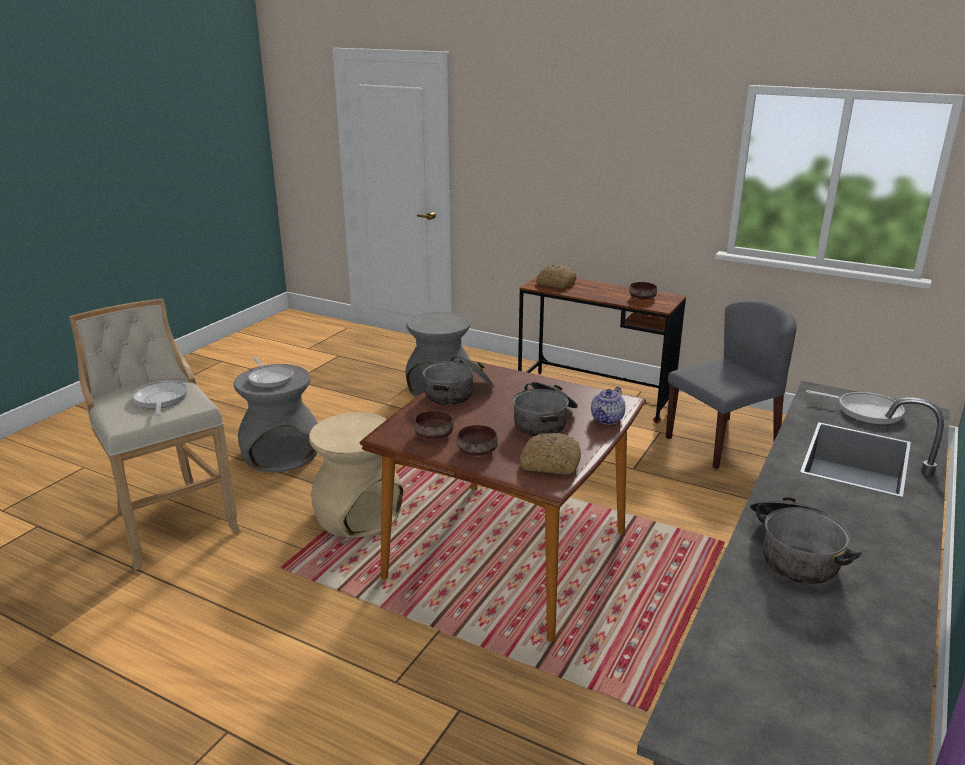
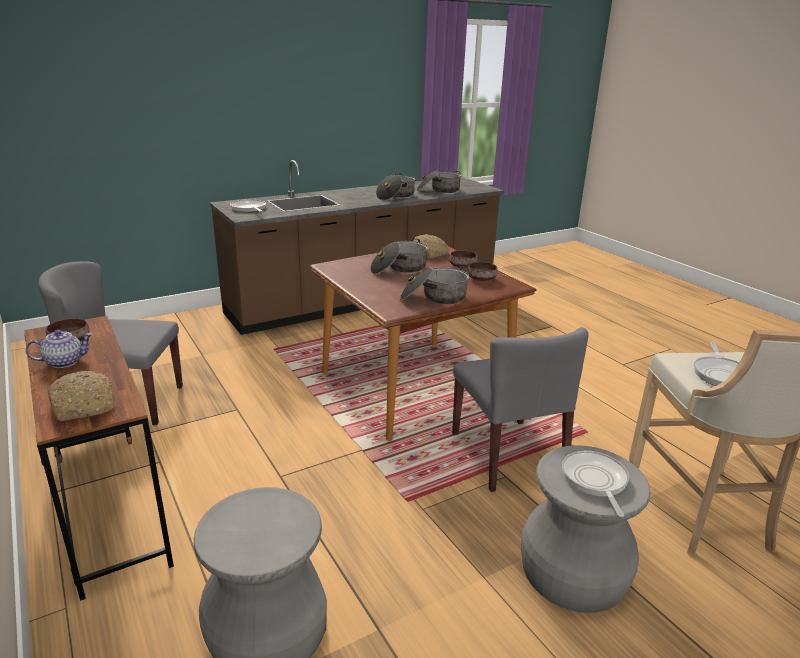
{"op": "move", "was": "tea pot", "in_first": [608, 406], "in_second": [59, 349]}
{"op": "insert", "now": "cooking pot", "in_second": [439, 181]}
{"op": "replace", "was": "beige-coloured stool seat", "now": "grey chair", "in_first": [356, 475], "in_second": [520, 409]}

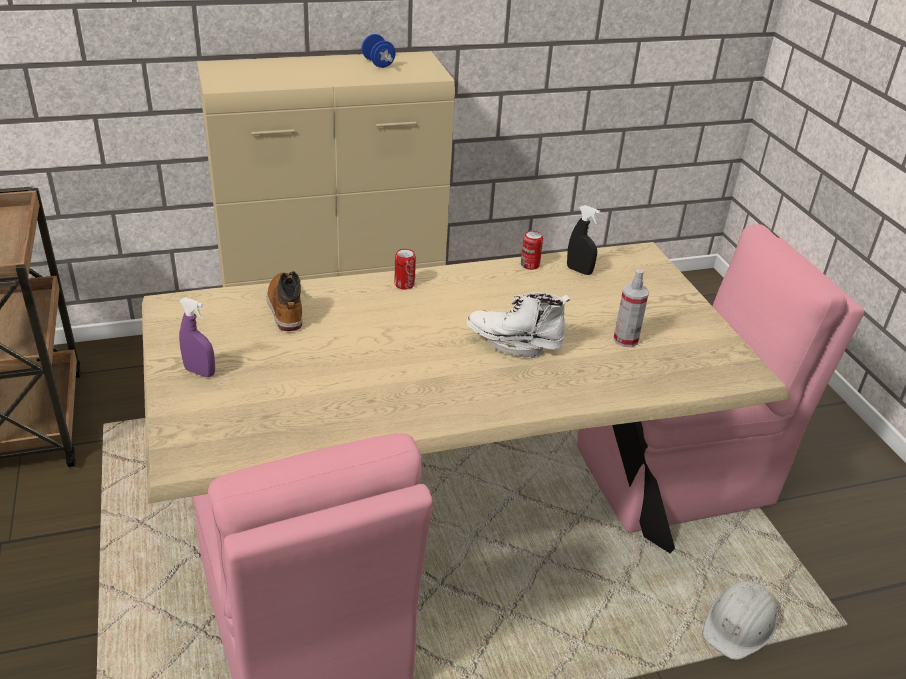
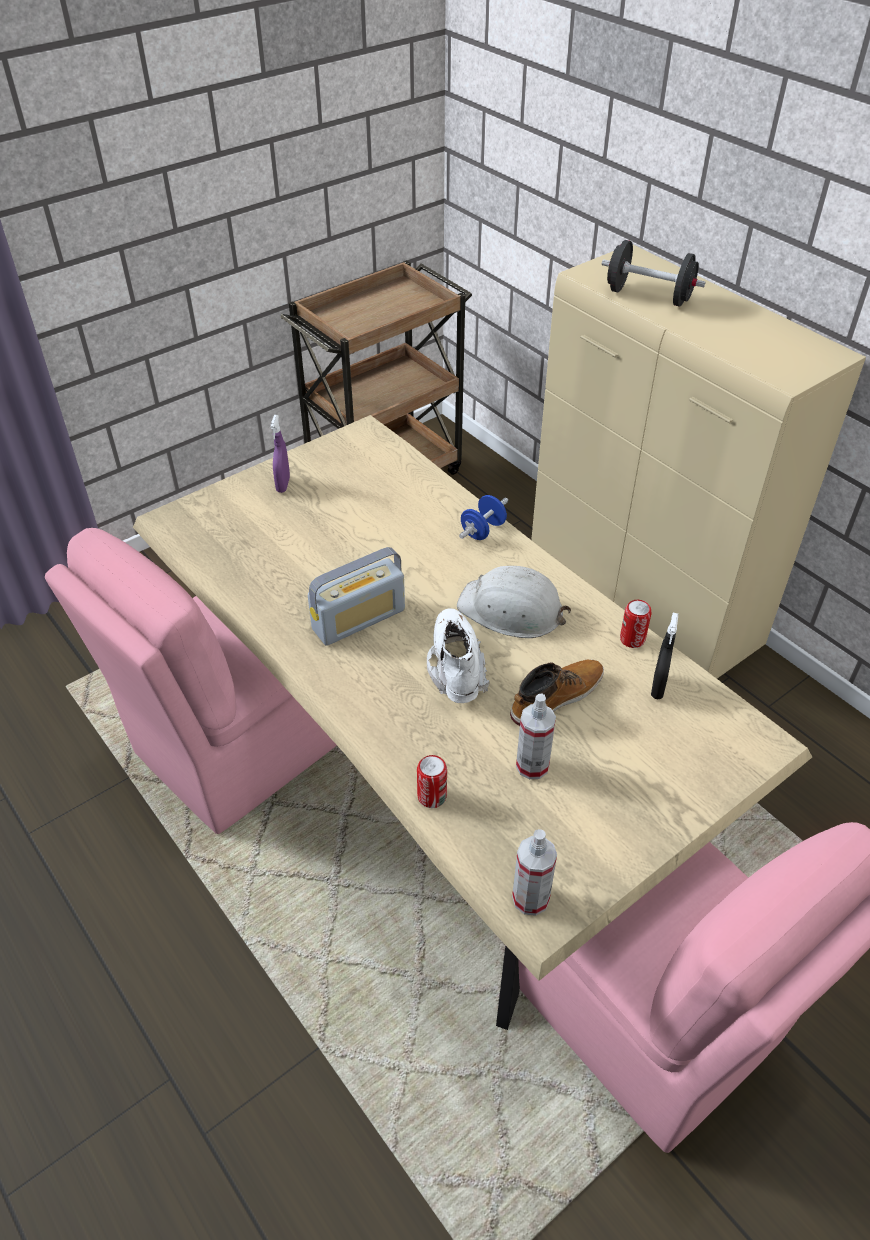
{"op": "insert", "now": "radio", "in_second": [356, 596]}
{"op": "move", "was": "metal can", "in_first": [405, 269], "in_second": [432, 781]}
{"op": "move", "was": "white work helmet", "in_first": [739, 620], "in_second": [514, 602]}
{"op": "move", "was": "bluish hand weight", "in_first": [379, 51], "in_second": [483, 517]}
{"op": "move", "was": "tall boot", "in_first": [284, 301], "in_second": [557, 692]}
{"op": "insert", "now": "spray bottle", "in_second": [534, 872]}
{"op": "insert", "now": "blackish hand weight", "in_second": [654, 273]}

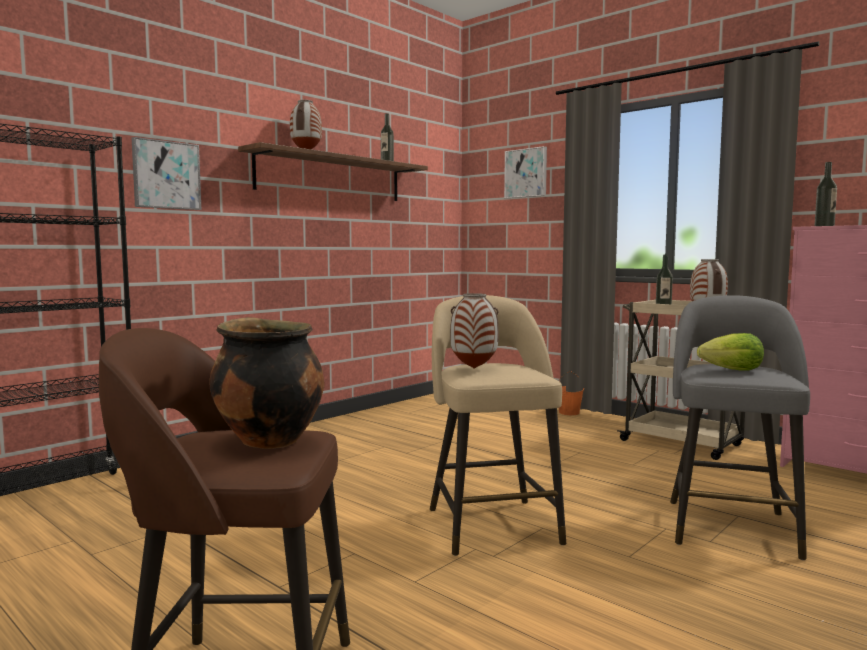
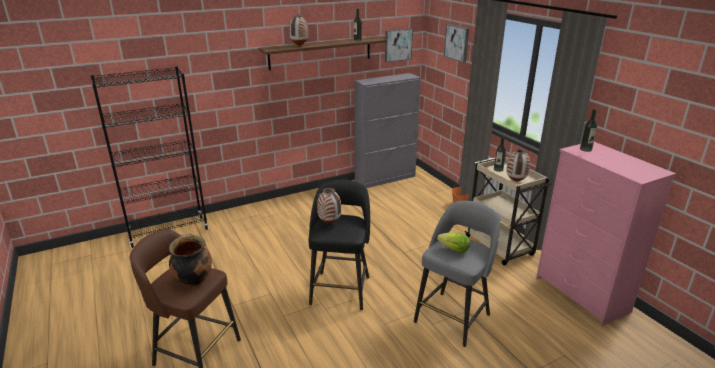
{"op": "recolor", "was": "beige-coloured stool seat", "now": "blackish stool seat", "in_first": [498, 425], "in_second": [339, 245]}
{"op": "insert", "now": "grey cupboard", "in_second": [387, 130]}
{"op": "move", "was": "picture", "in_first": [166, 173], "in_second": [399, 45]}

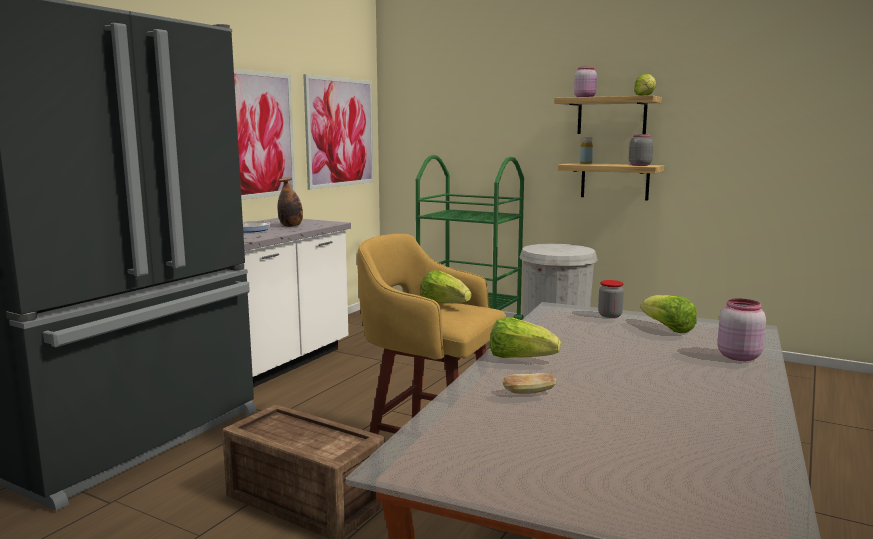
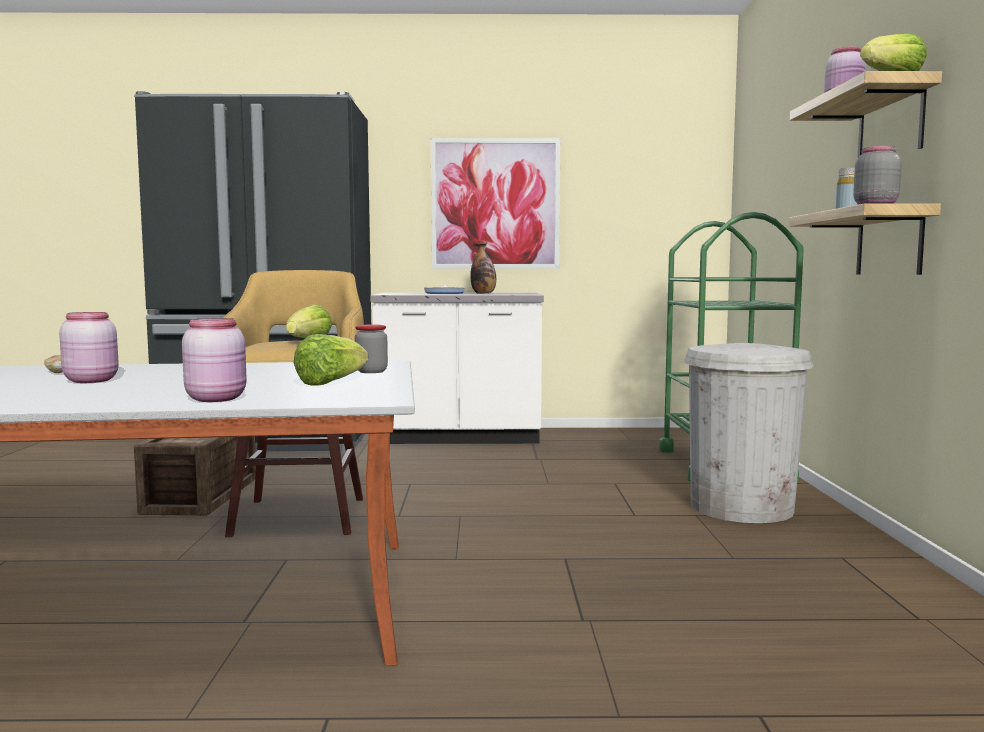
{"op": "insert", "now": "pink jar", "in_second": [89, 347]}
{"op": "delete", "was": "picture", "in_first": [338, 132]}
{"op": "delete", "was": "head of lettuce", "in_first": [525, 337]}

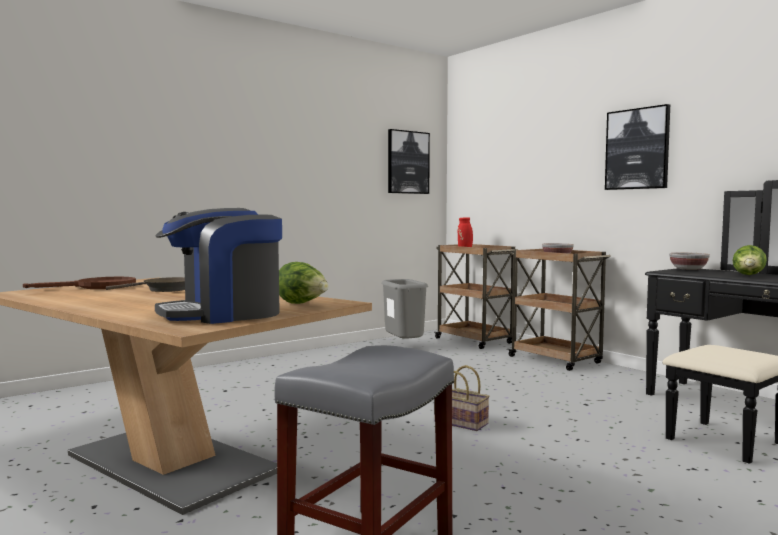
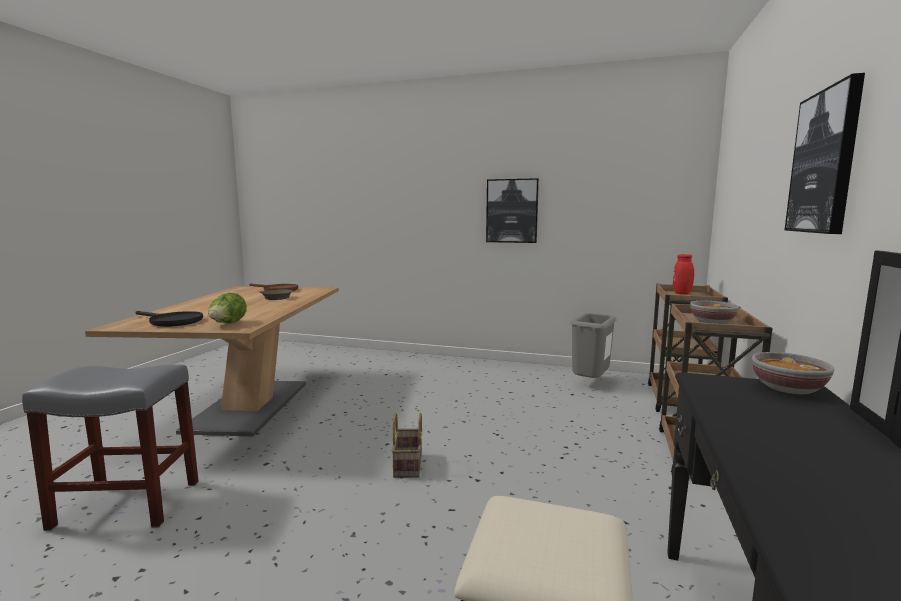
{"op": "replace", "was": "coffee maker", "now": "blackish frying pan", "in_first": [218, 266], "in_second": [169, 319]}
{"op": "move", "was": "picture", "in_first": [409, 161], "in_second": [512, 210]}
{"op": "delete", "was": "head of lettuce", "in_first": [749, 260]}

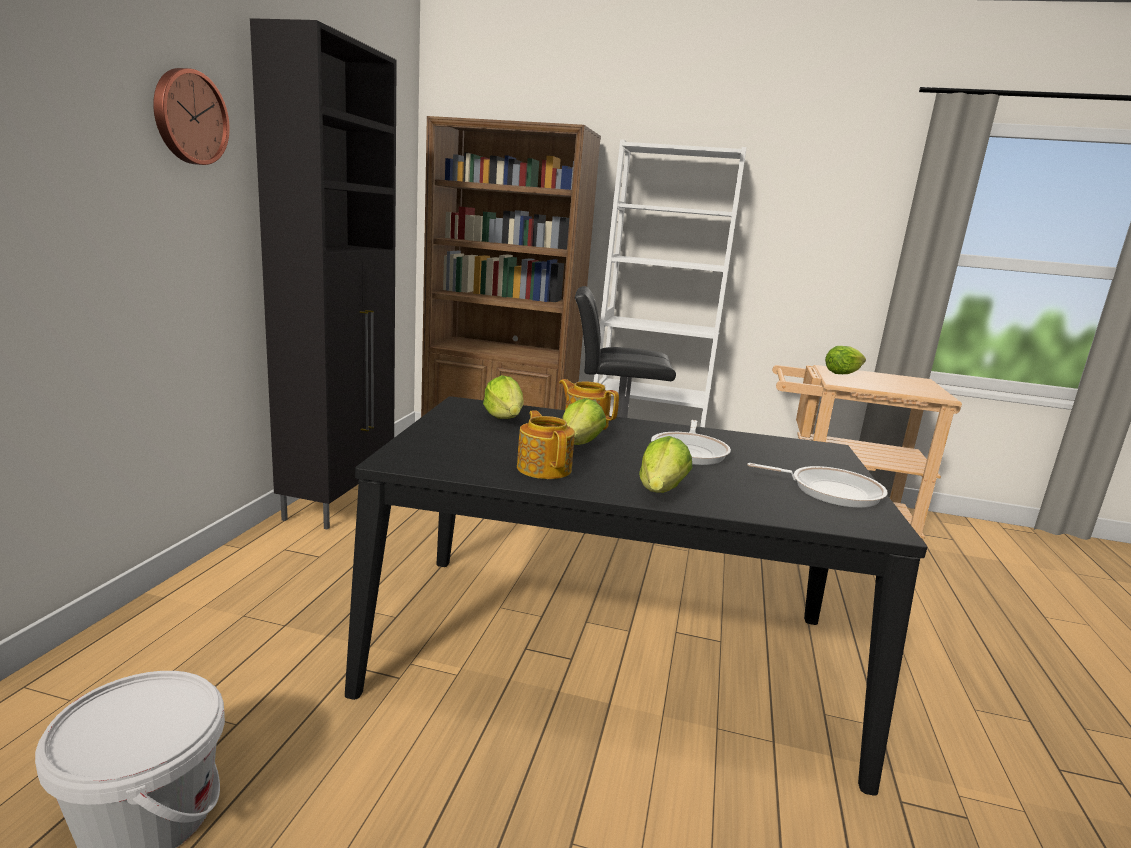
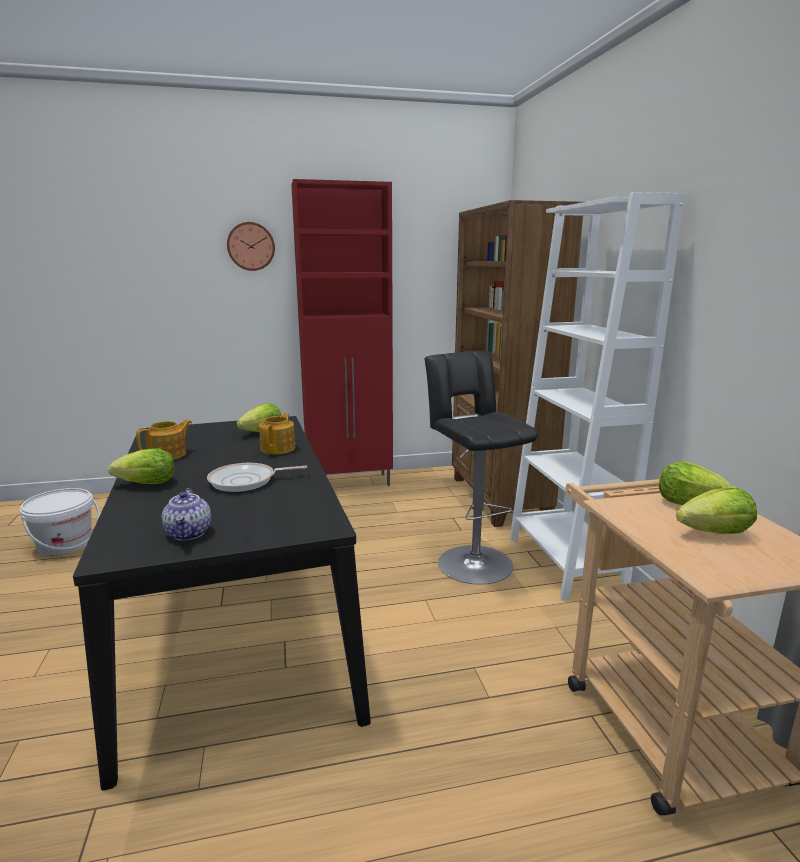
{"op": "replace", "was": "frying pan", "now": "tea pot", "in_first": [817, 485], "in_second": [186, 514]}
{"op": "recolor", "was": "blackish cupboard", "now": "reddish cupboard", "in_first": [323, 274], "in_second": [342, 332]}
{"op": "move", "was": "head of lettuce", "in_first": [584, 421], "in_second": [716, 511]}

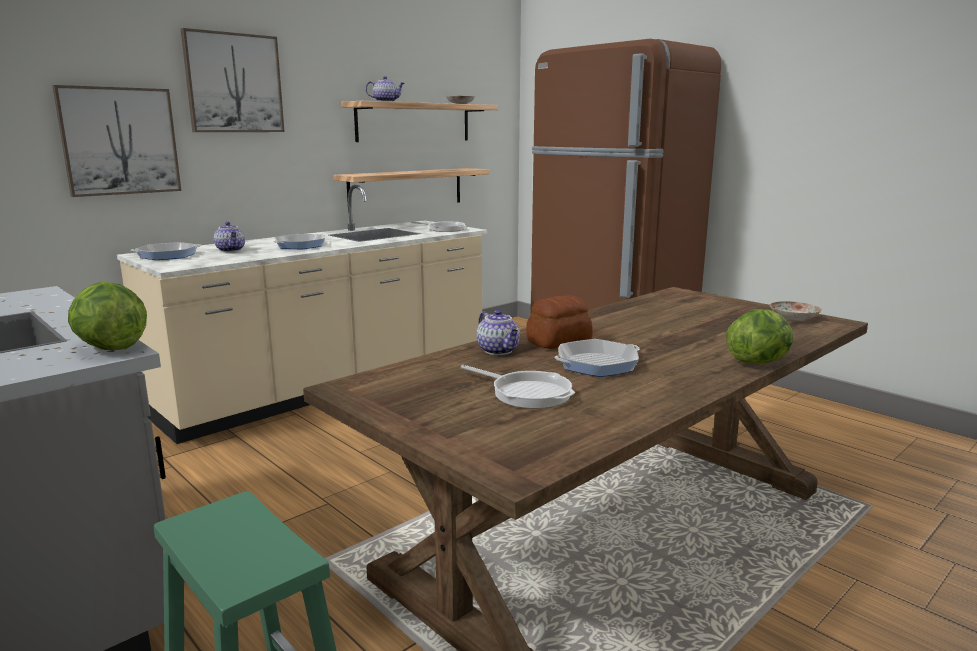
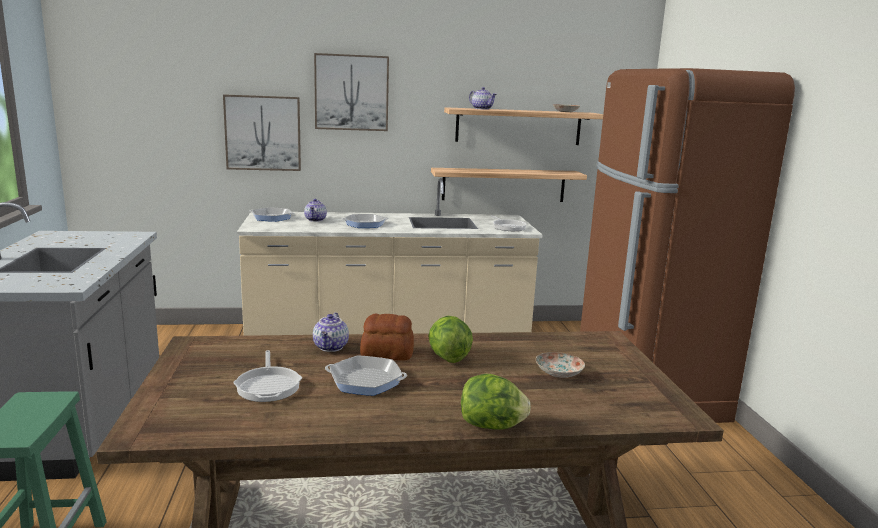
{"op": "move", "was": "head of lettuce", "in_first": [107, 316], "in_second": [450, 339]}
{"op": "move", "was": "dinner plate", "in_first": [796, 311], "in_second": [560, 365]}

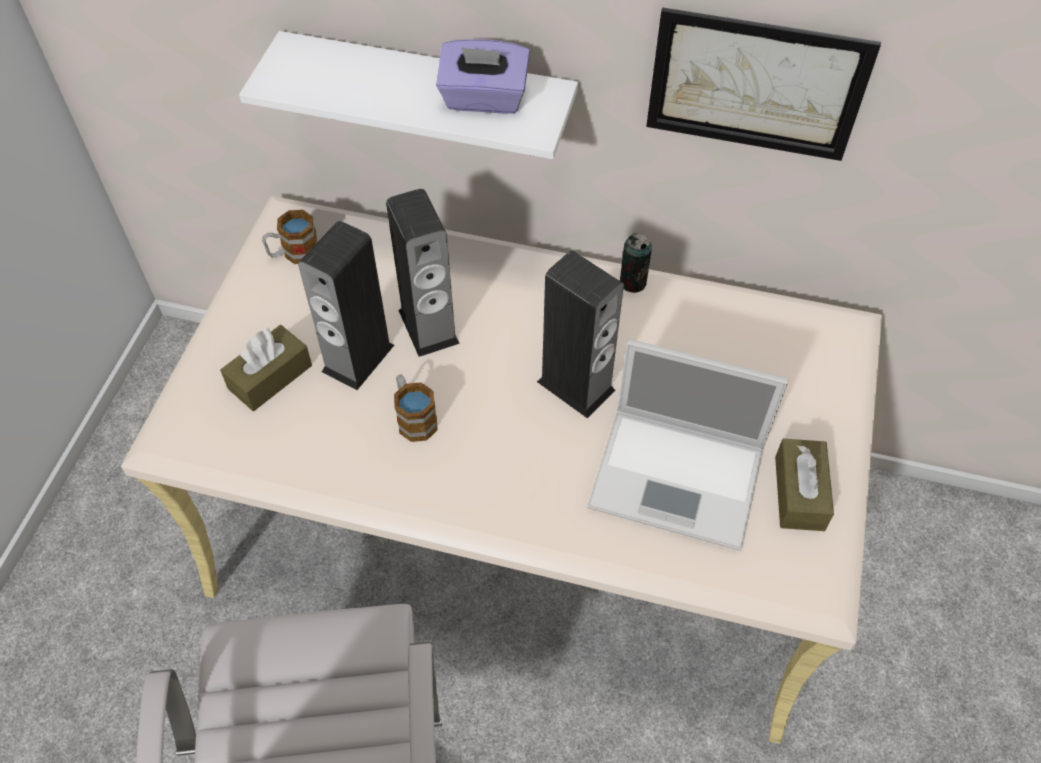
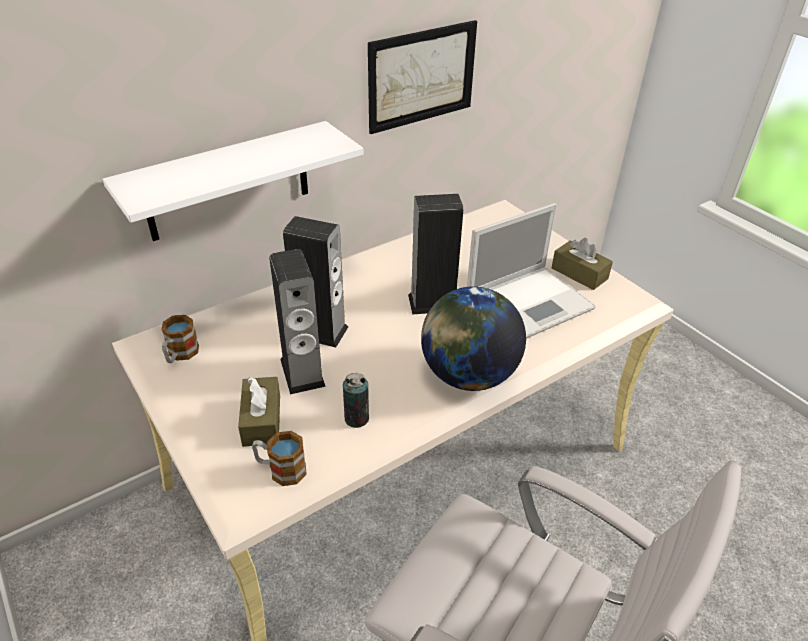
{"op": "move", "was": "coffee mug", "in_first": [416, 408], "in_second": [279, 458]}
{"op": "move", "was": "metal can", "in_first": [635, 263], "in_second": [356, 400]}
{"op": "insert", "now": "world globe", "in_second": [473, 338]}
{"op": "delete", "was": "purple-coloured tissue holder", "in_first": [483, 76]}

